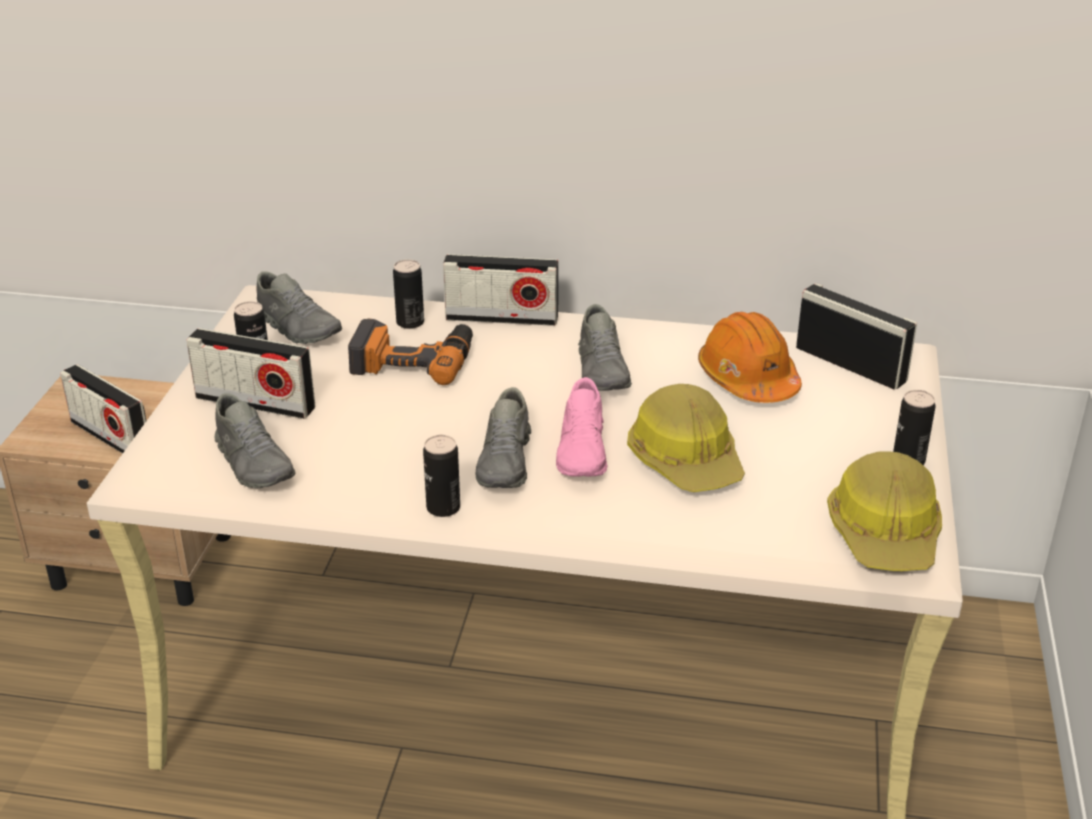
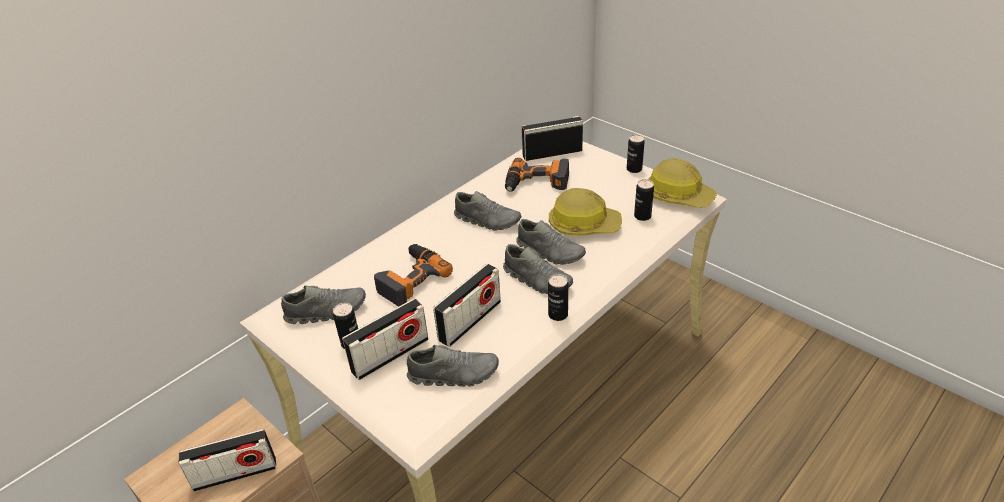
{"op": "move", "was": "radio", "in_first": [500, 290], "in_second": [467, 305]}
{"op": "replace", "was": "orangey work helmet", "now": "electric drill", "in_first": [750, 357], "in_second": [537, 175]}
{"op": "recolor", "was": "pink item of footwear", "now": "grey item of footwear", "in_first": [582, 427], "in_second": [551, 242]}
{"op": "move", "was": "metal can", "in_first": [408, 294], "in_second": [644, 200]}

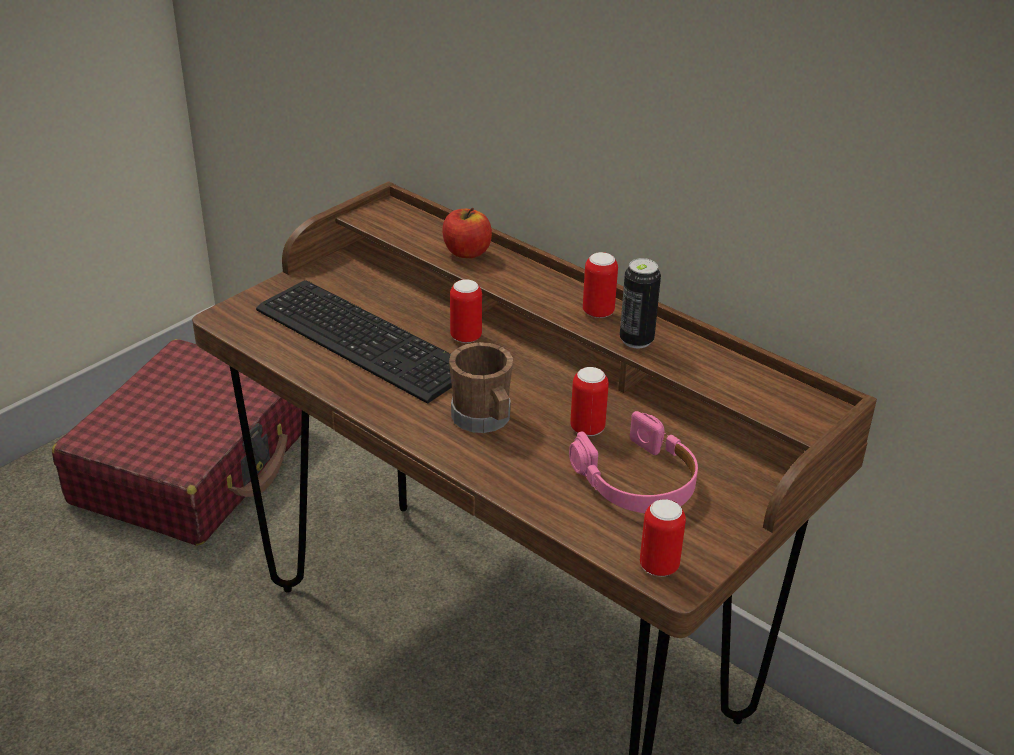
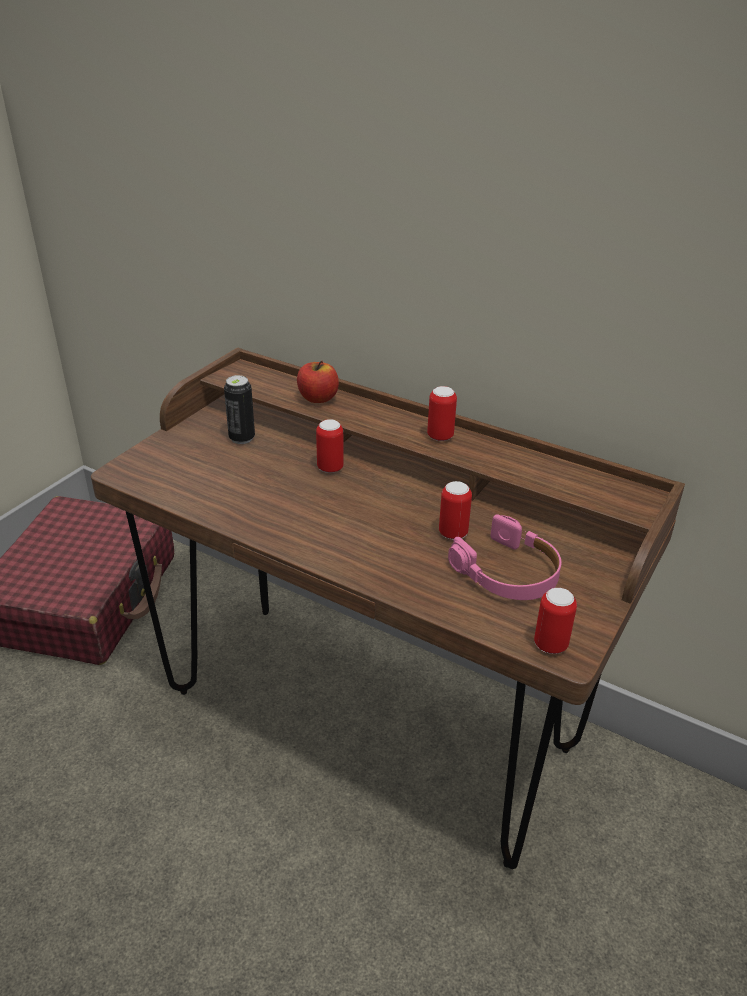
{"op": "move", "was": "metal can", "in_first": [640, 303], "in_second": [239, 409]}
{"op": "delete", "was": "keyboard", "in_first": [354, 342]}
{"op": "delete", "was": "brownish coffee mug", "in_first": [481, 387]}

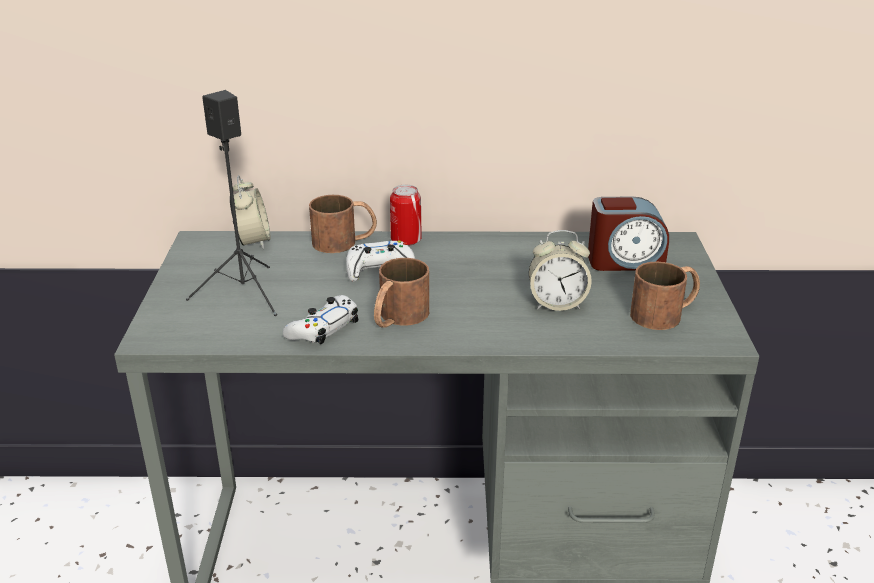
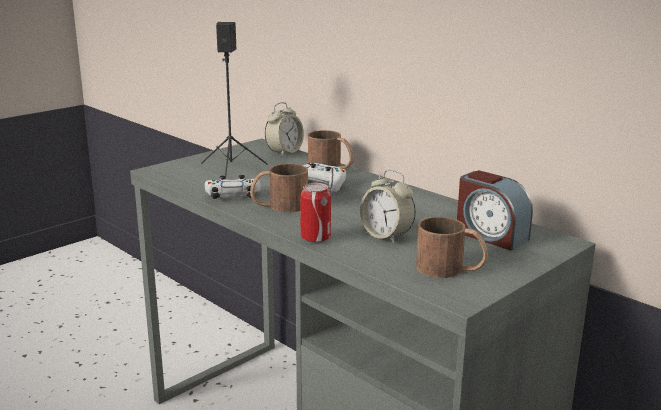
{"op": "move", "was": "metal can", "in_first": [406, 215], "in_second": [315, 213]}

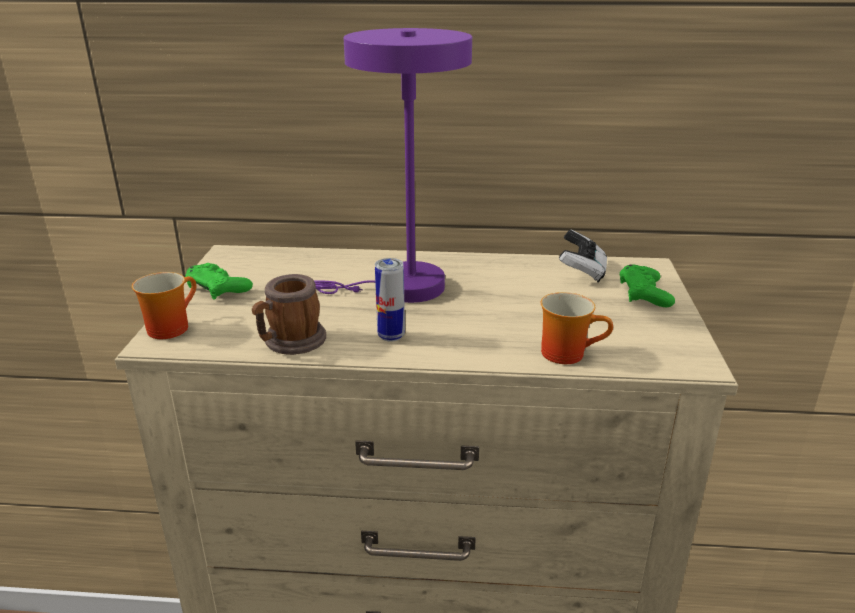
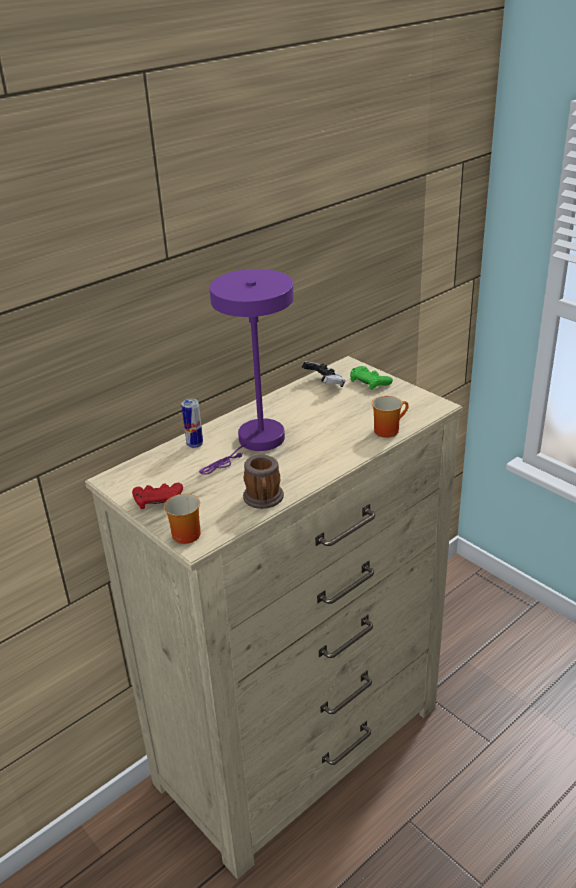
{"op": "recolor", "was": "green-coloured joypad", "now": "reddish joypad", "in_first": [219, 281], "in_second": [157, 496]}
{"op": "move", "was": "metal can", "in_first": [390, 300], "in_second": [192, 423]}

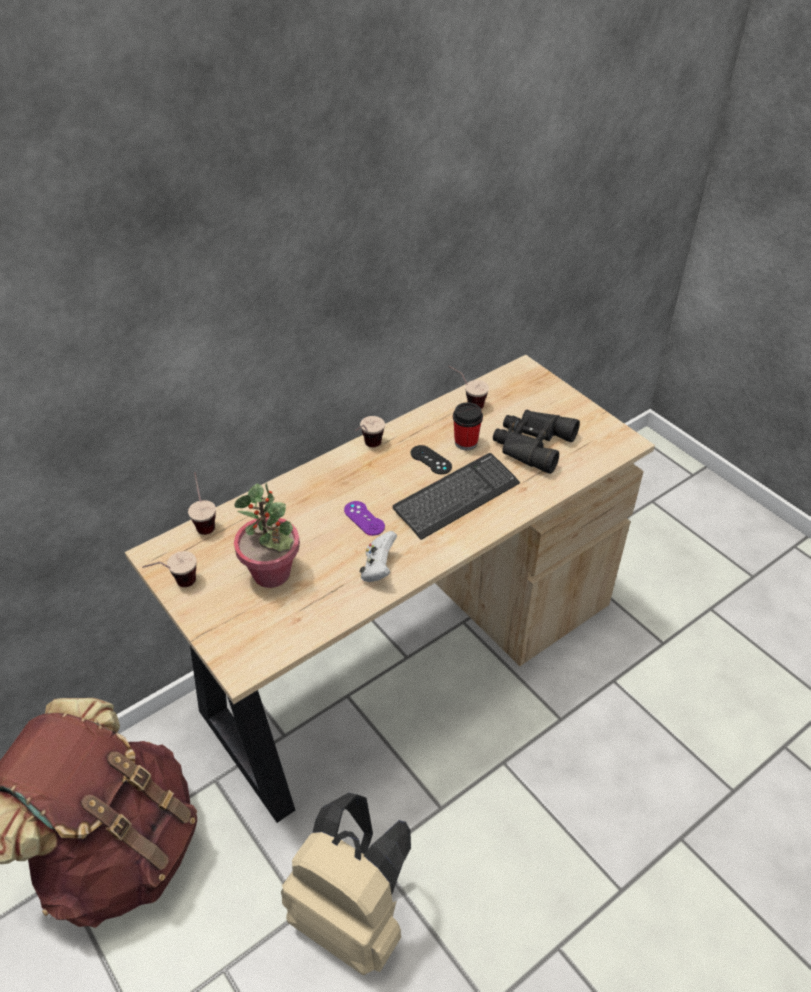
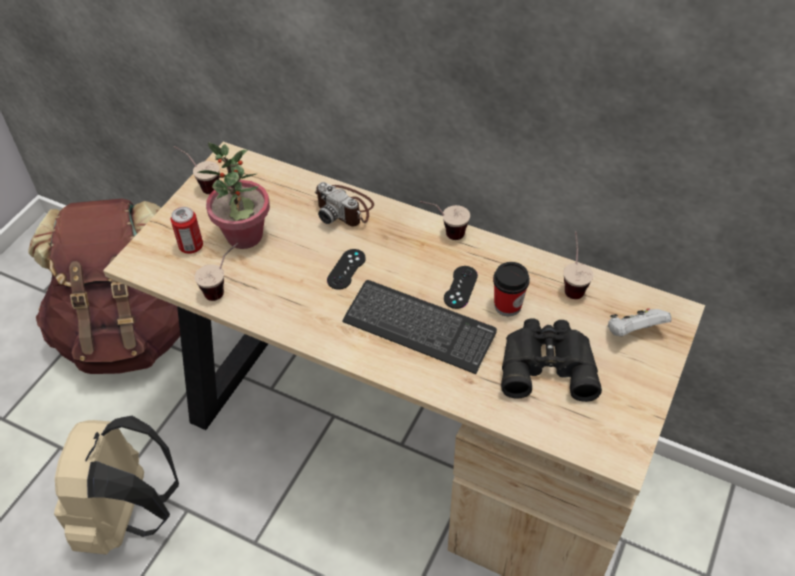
{"op": "insert", "now": "metal can", "in_second": [187, 230]}
{"op": "move", "was": "cup", "in_first": [202, 503], "in_second": [217, 271]}
{"op": "insert", "now": "photo camera", "in_second": [344, 204]}
{"op": "recolor", "was": "purple-coloured joypad", "now": "blackish joypad", "in_first": [364, 518], "in_second": [346, 269]}
{"op": "move", "was": "white joypad", "in_first": [378, 556], "in_second": [639, 322]}

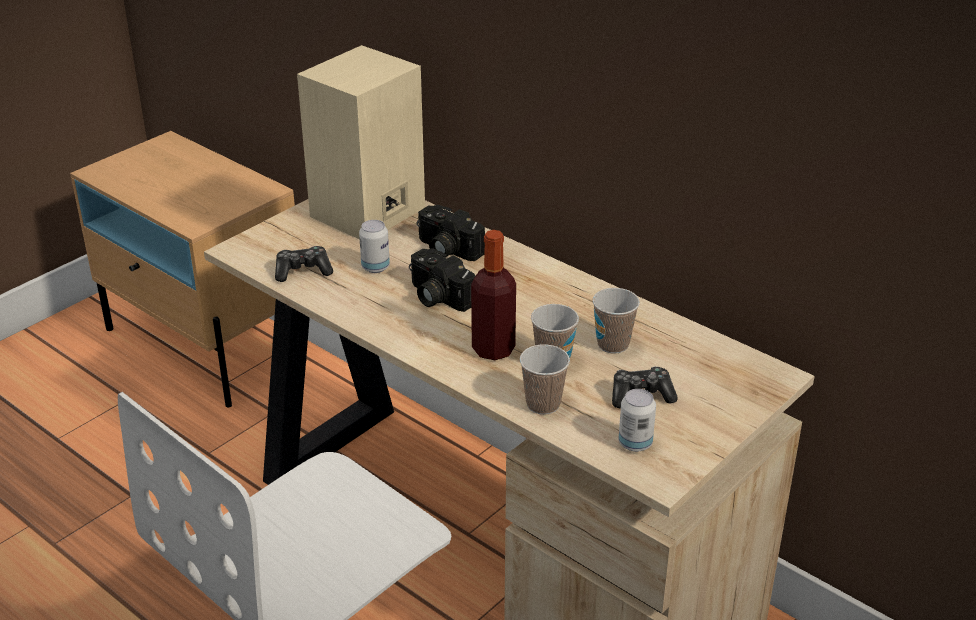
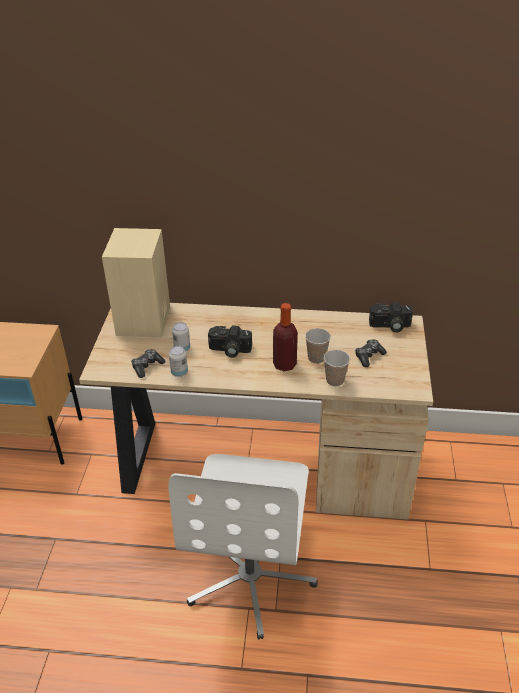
{"op": "move", "was": "metal can", "in_first": [637, 420], "in_second": [178, 361]}
{"op": "move", "was": "photo camera", "in_first": [450, 233], "in_second": [391, 317]}
{"op": "delete", "was": "cup", "in_first": [616, 321]}

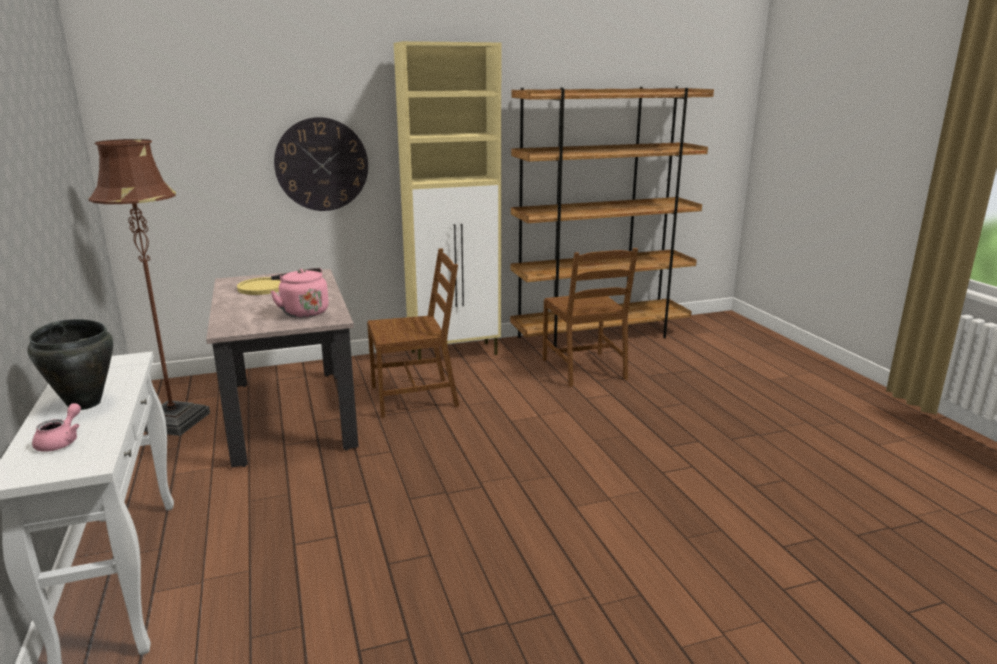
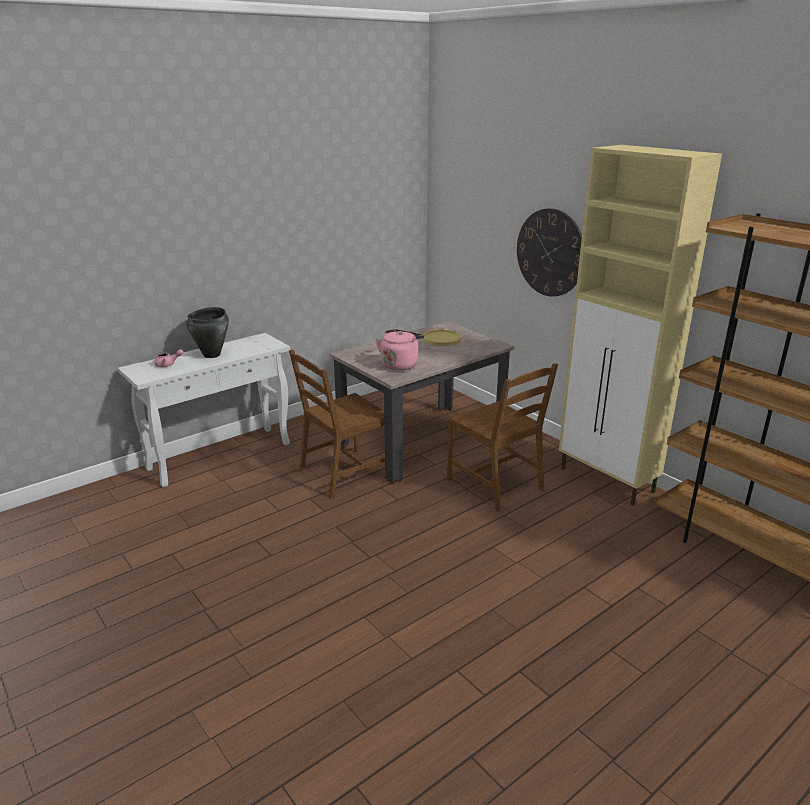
{"op": "move", "was": "brownish chair", "in_first": [590, 317], "in_second": [337, 424]}
{"op": "delete", "was": "brownish floor lamp", "in_first": [149, 287]}

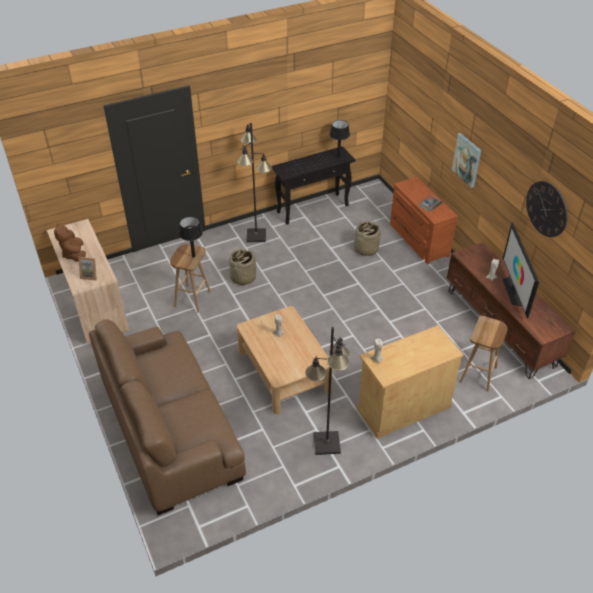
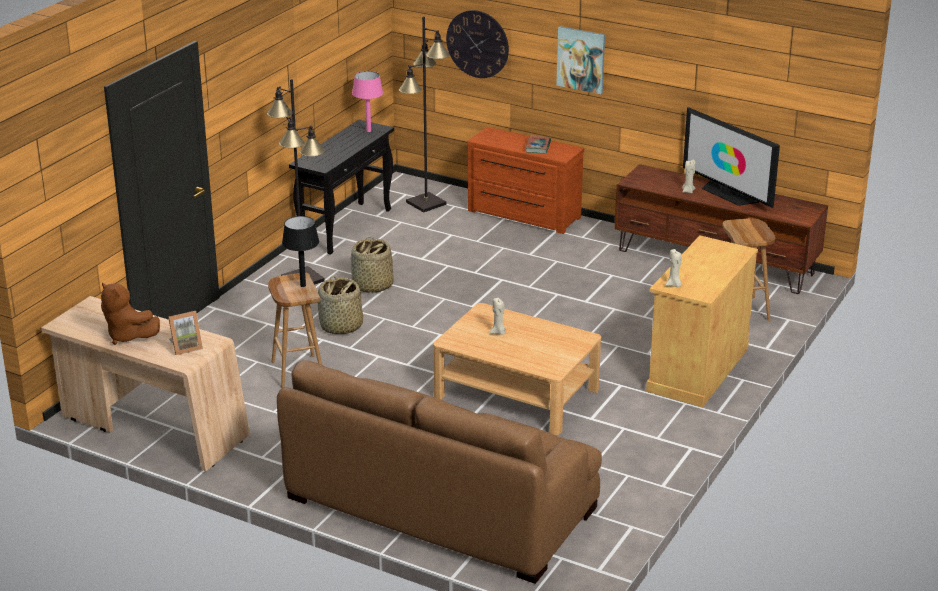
{"op": "move", "was": "household basket", "in_first": [367, 238], "in_second": [372, 264]}
{"op": "recolor", "was": "blackish tabletop lamp", "now": "pink tabletop lamp", "in_first": [340, 139], "in_second": [367, 101]}
{"op": "move", "was": "blackish floor lamp", "in_first": [327, 391], "in_second": [424, 114]}
{"op": "move", "was": "clock on the wall", "in_first": [547, 209], "in_second": [477, 44]}

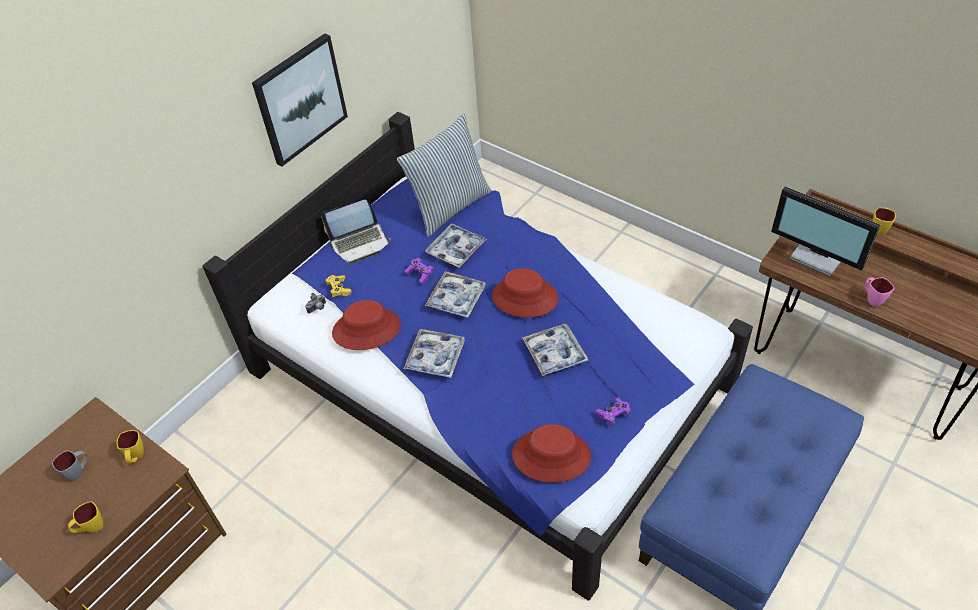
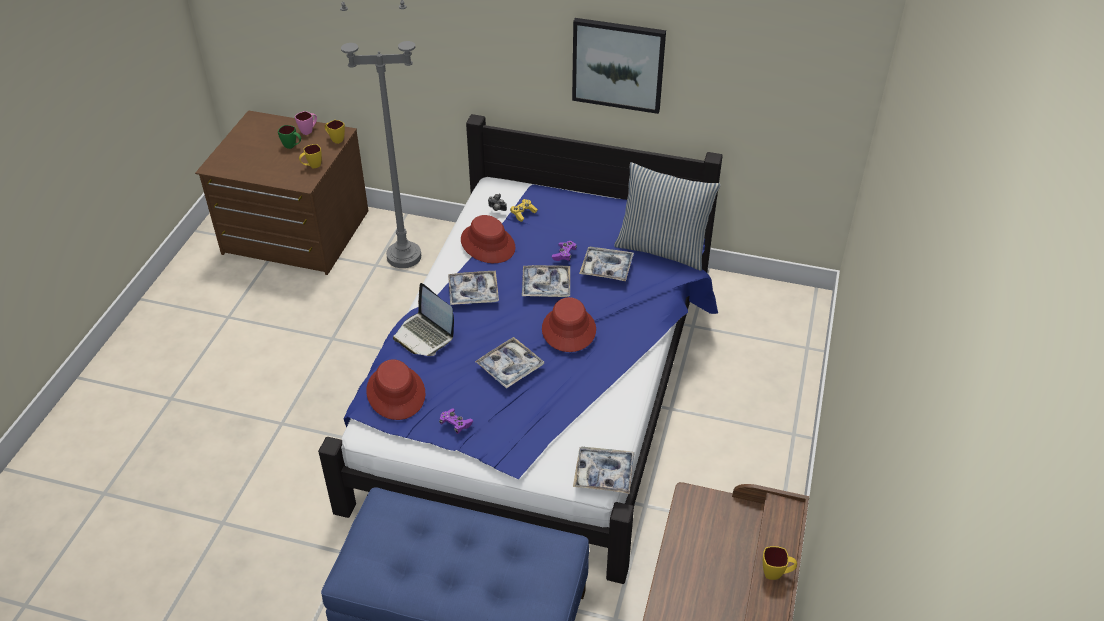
{"op": "recolor", "was": "grey coffee mug", "now": "green-coloured coffee mug", "in_first": [70, 465], "in_second": [289, 137]}
{"op": "move", "was": "pink coffee mug", "in_first": [879, 292], "in_second": [306, 123]}
{"op": "move", "was": "yellow coffee mug", "in_first": [86, 517], "in_second": [335, 132]}
{"op": "insert", "now": "grey floor lamp", "in_second": [380, 134]}
{"op": "move", "was": "notebook computer", "in_first": [356, 232], "in_second": [423, 319]}
{"op": "insert", "now": "carrying tray", "in_second": [604, 470]}
{"op": "delete", "was": "computer display", "in_first": [826, 231]}

